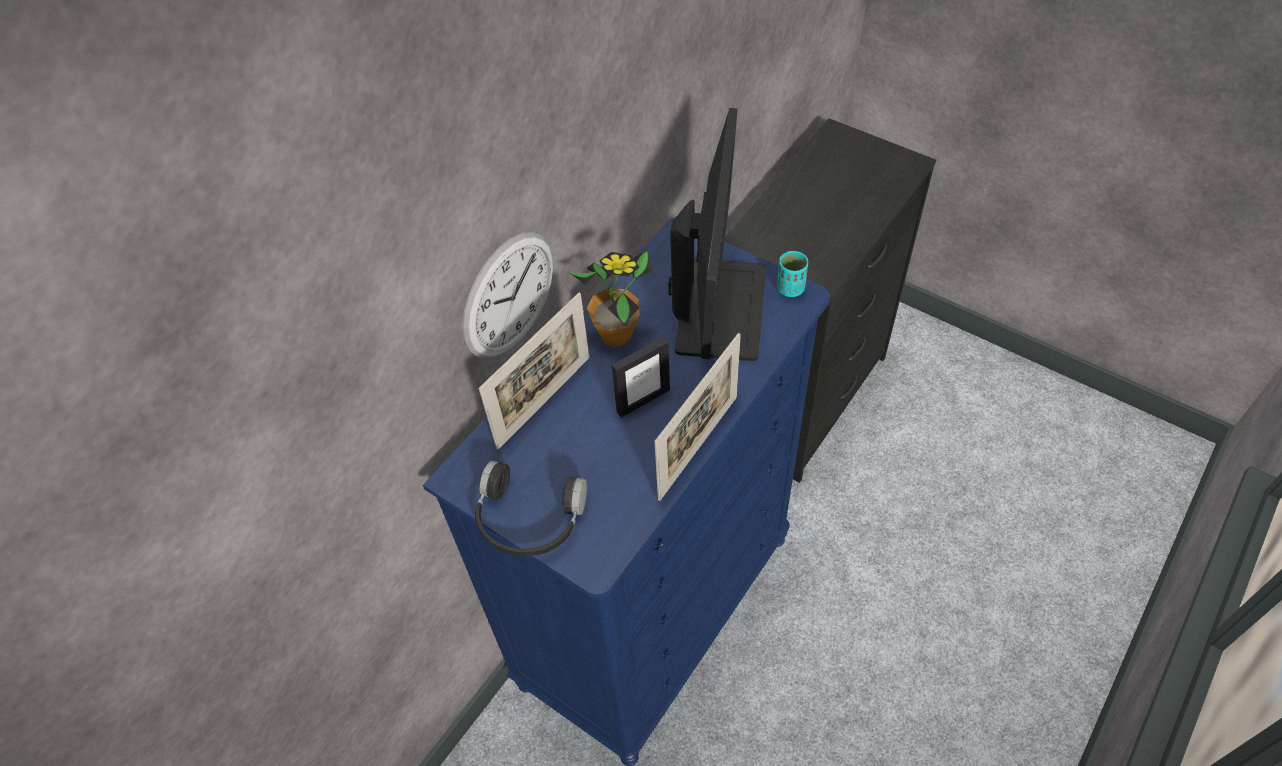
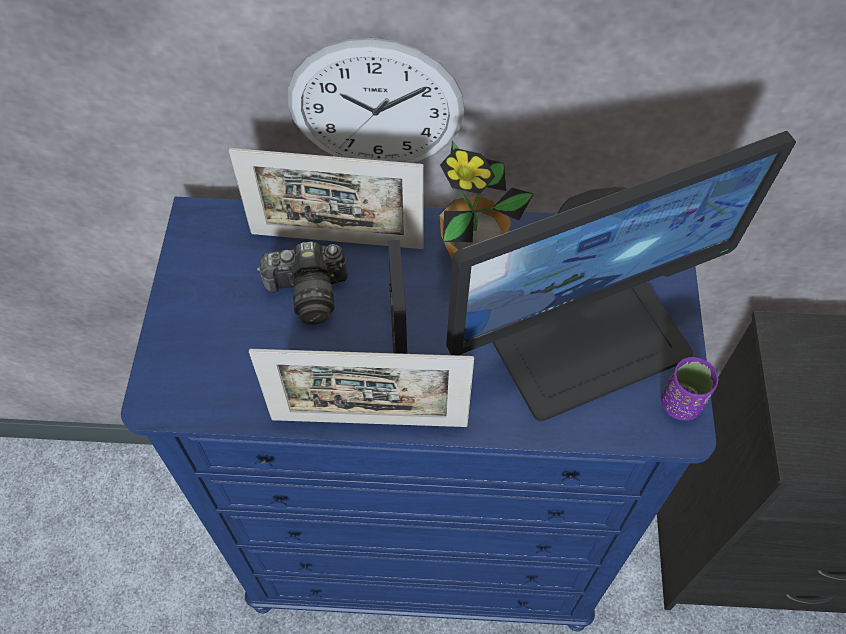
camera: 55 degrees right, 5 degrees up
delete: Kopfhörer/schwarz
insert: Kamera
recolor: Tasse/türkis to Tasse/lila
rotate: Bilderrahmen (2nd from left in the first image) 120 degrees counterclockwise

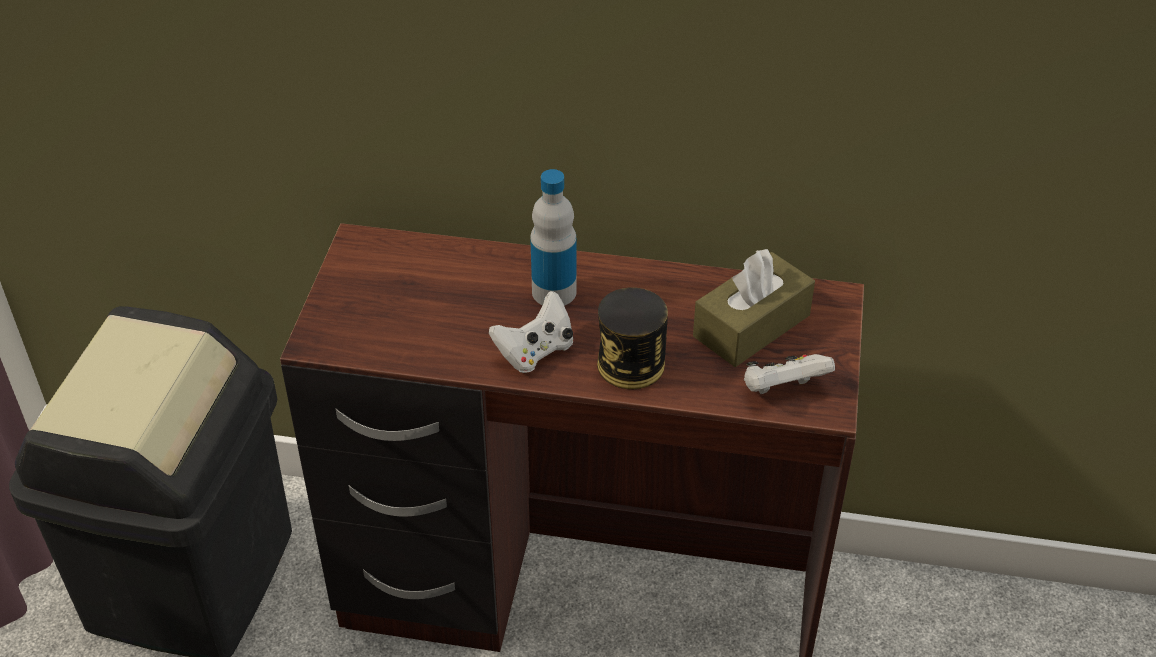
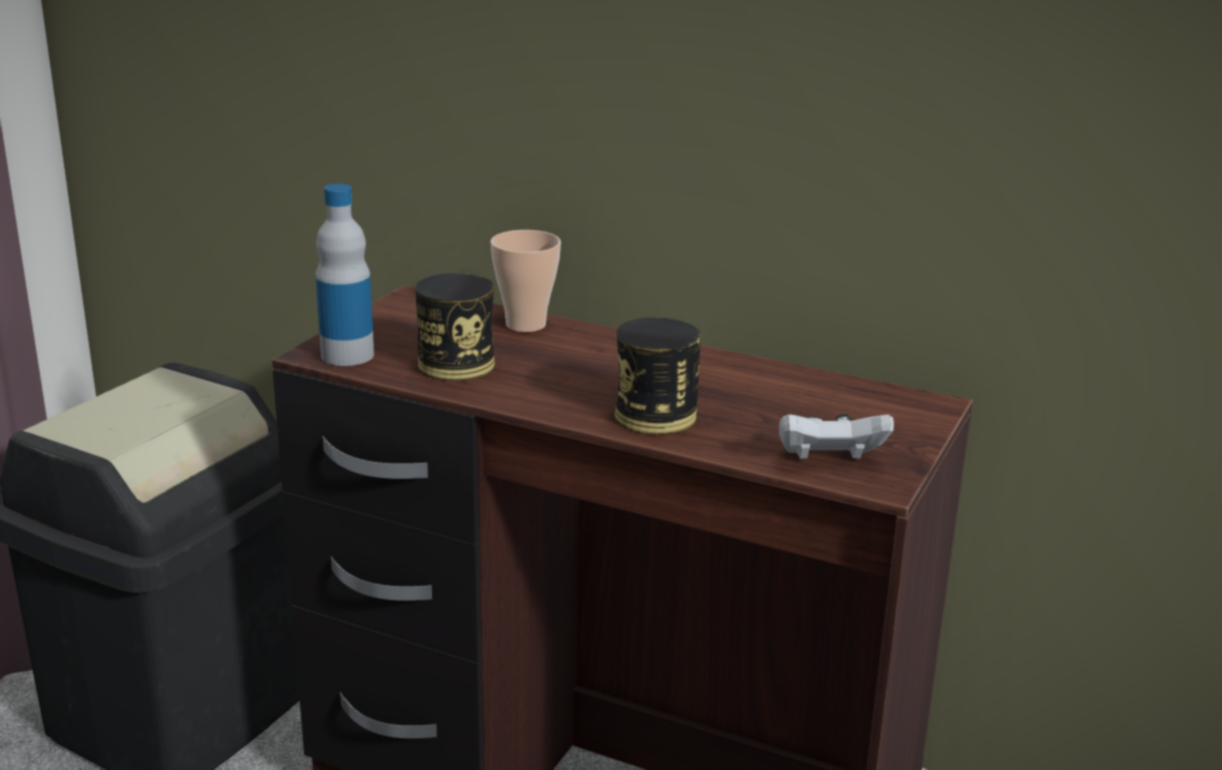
camera: 15 degrees right, 20 degrees down
delete: Taschentuchbox/braun; Gamepad/weiß (1st from left)
insert: Tasse; Dose (1st from left)
move: Flasche

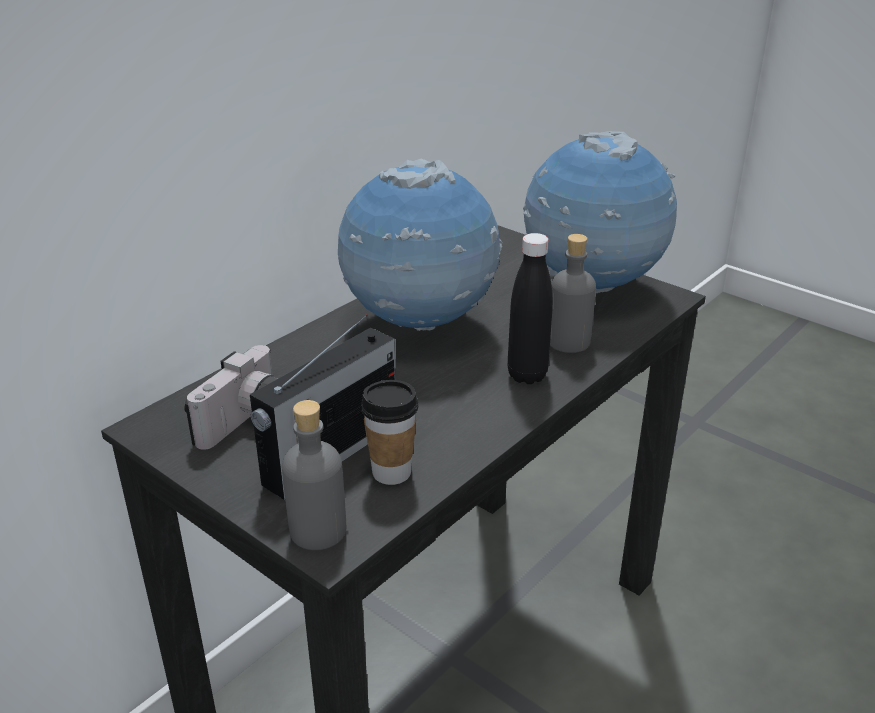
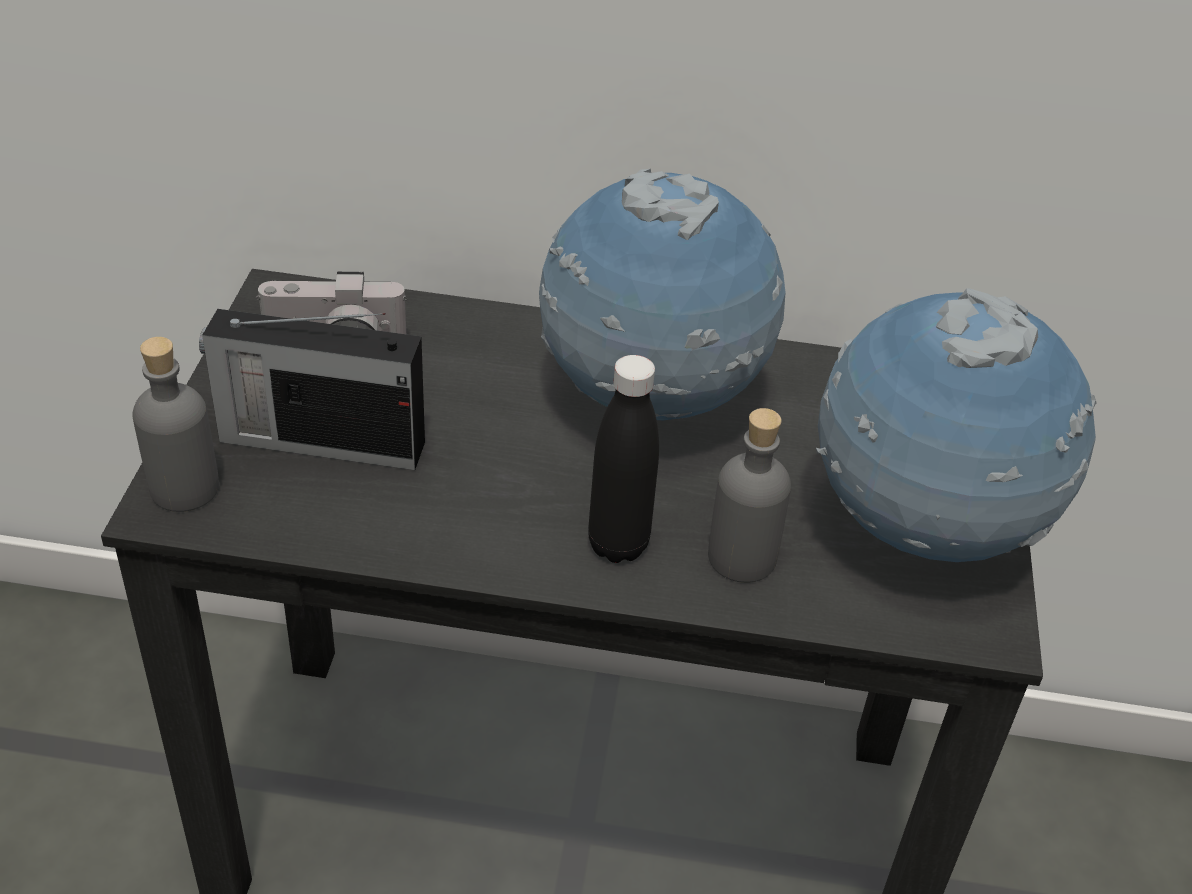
camera: 55 degrees right, 10 degrees up
delete: Tasse

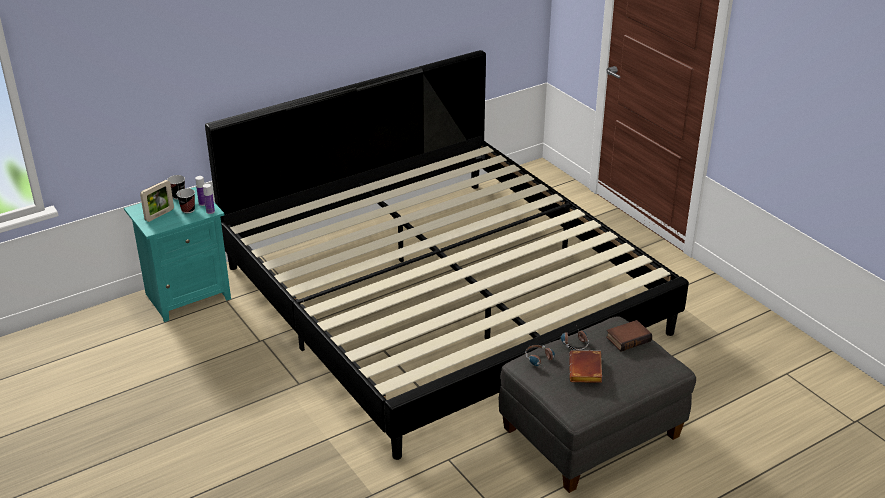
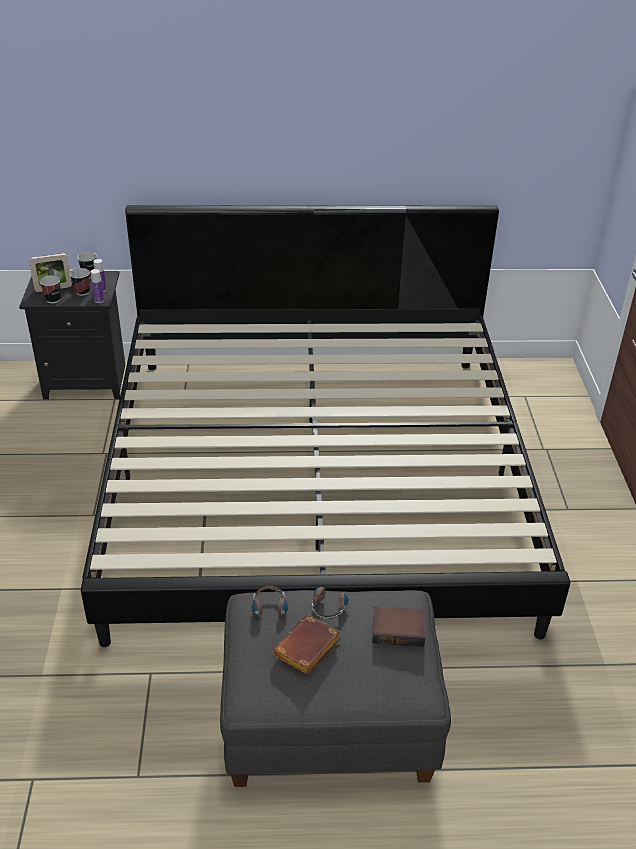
camera: 30 degrees right, 5 degrees up
insert: Tasse (1st from left)
recolor: Nachttisch/türkis to Nachttisch/schwarz

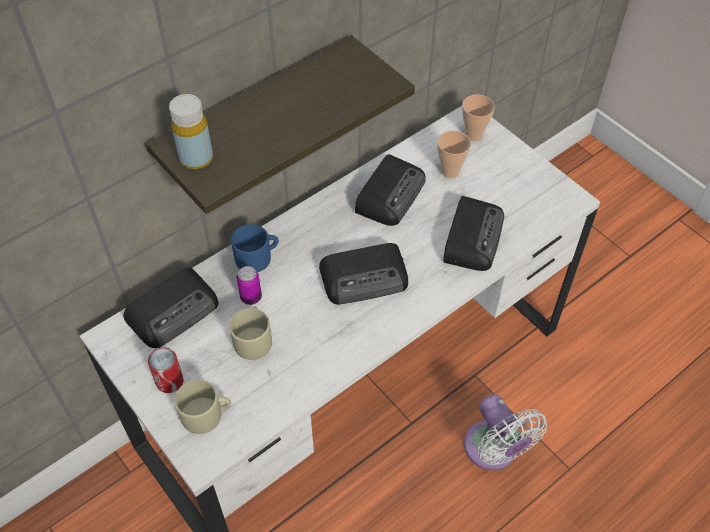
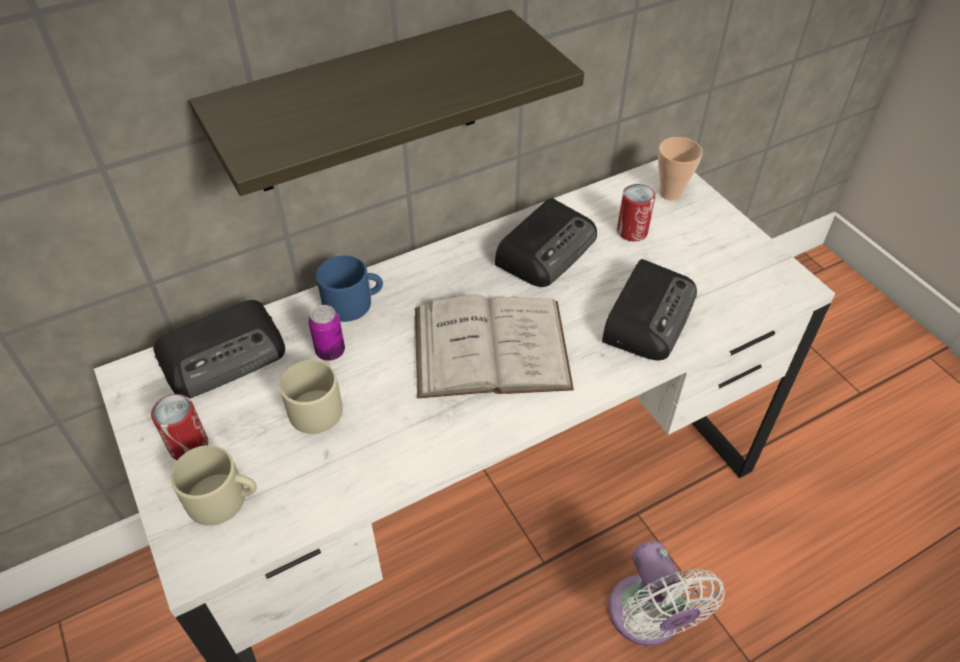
camera: 10 degrees right, 5 degrees down
delete: Flasche/gelb
replace: Tasse (1st from left) to Dose (3rd from left); Radio (2nd from left) to Buch/weiß

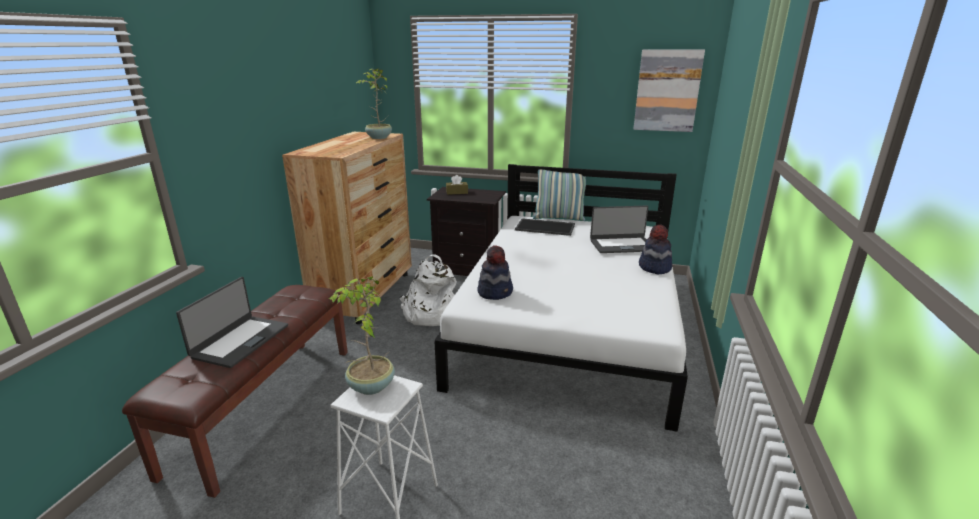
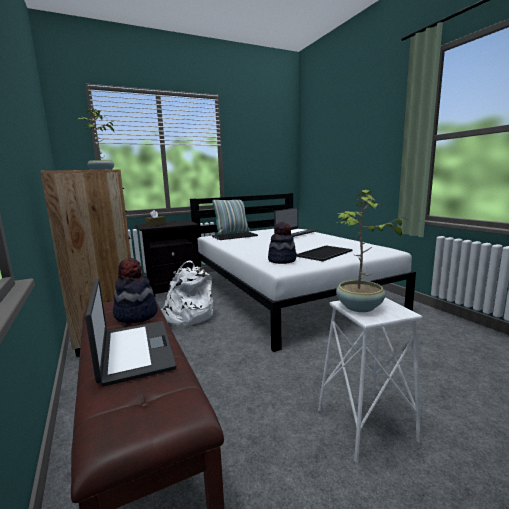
camera: 40 degrees left, 10 degrees down
delete: Bild
insert: Tablett (2nd from left)
move: Hut (2nd from left in the first image) to Hut (1st from left)

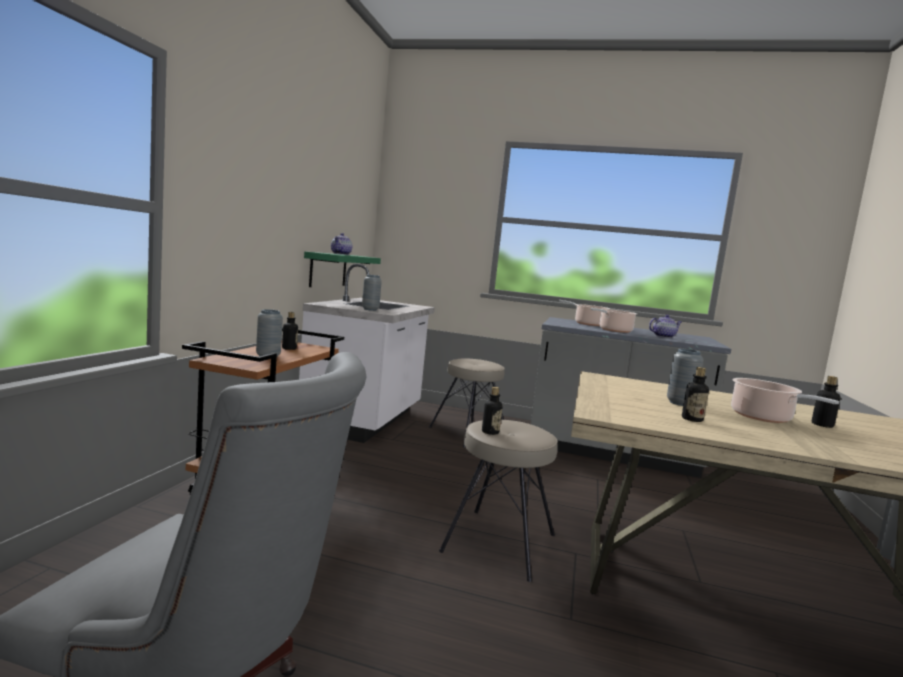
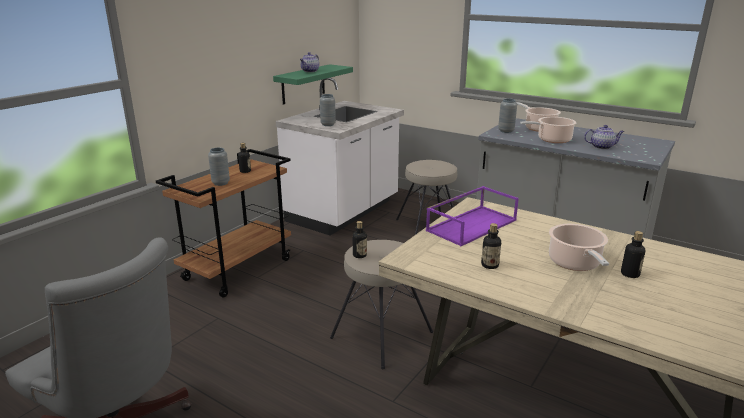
camera: 20 degrees right, 15 degrees up
insert: Tablett/lila
move: Vase/grau (3rd from left)

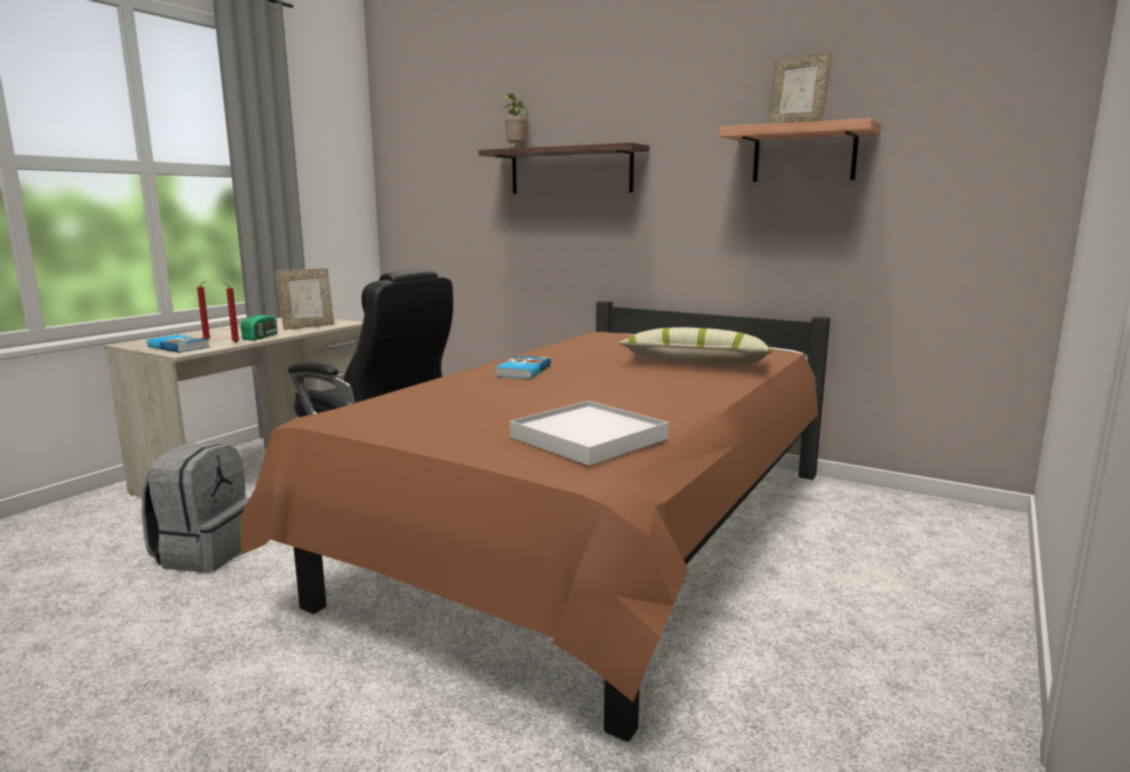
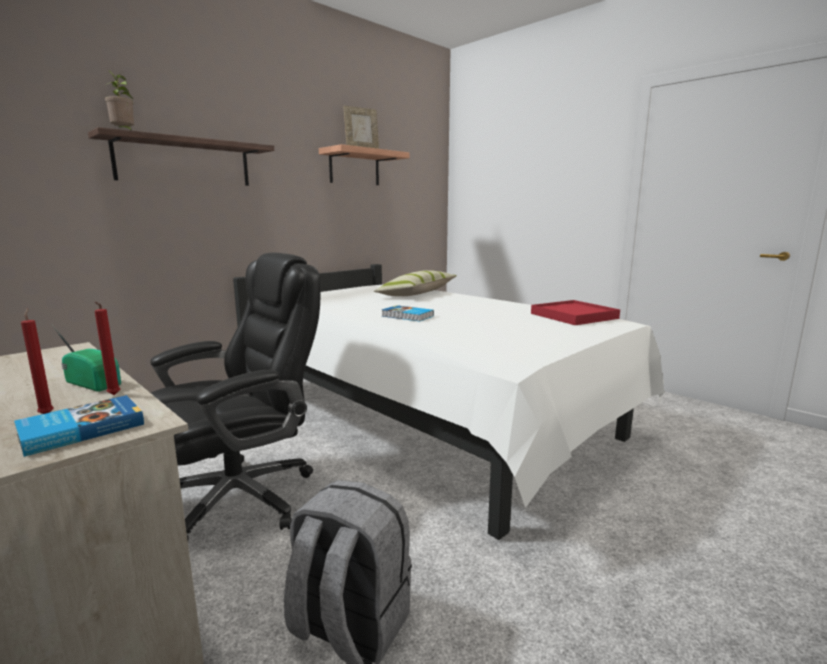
camera: 75 degrees left, 0 degrees up
delete: Bilderrahmen (1st from left)
recolor: Bett/braun to Bett/weiß; Tablett/weiß to Tablett/rot

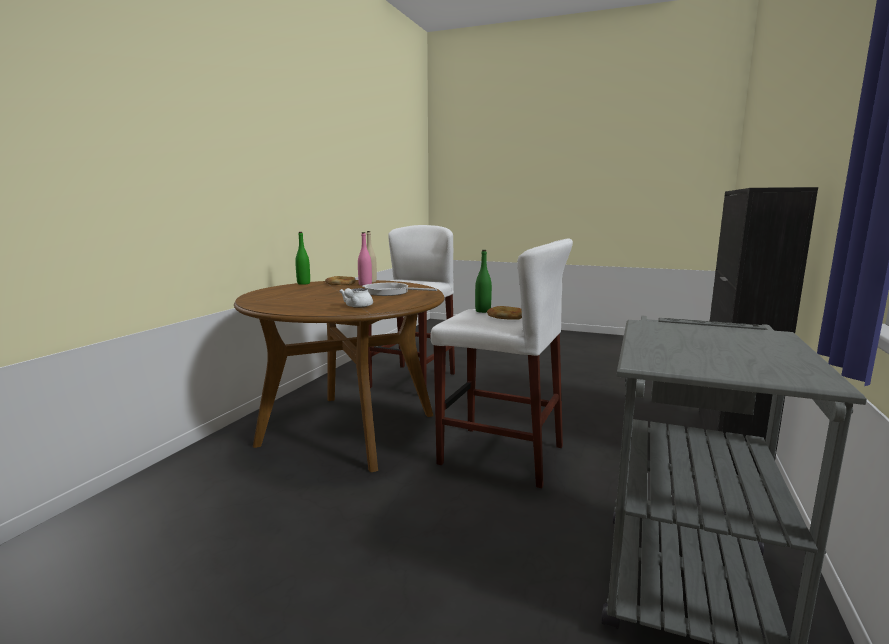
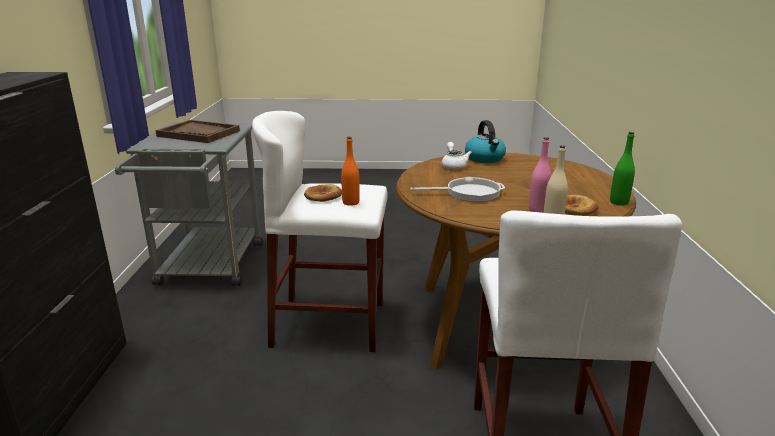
camera: 160 degrees right, 10 degrees up
insert: Tablett/braun; Wasserkessel
recolor: Flasche/grün (2nd from left) to Flasche/orange

